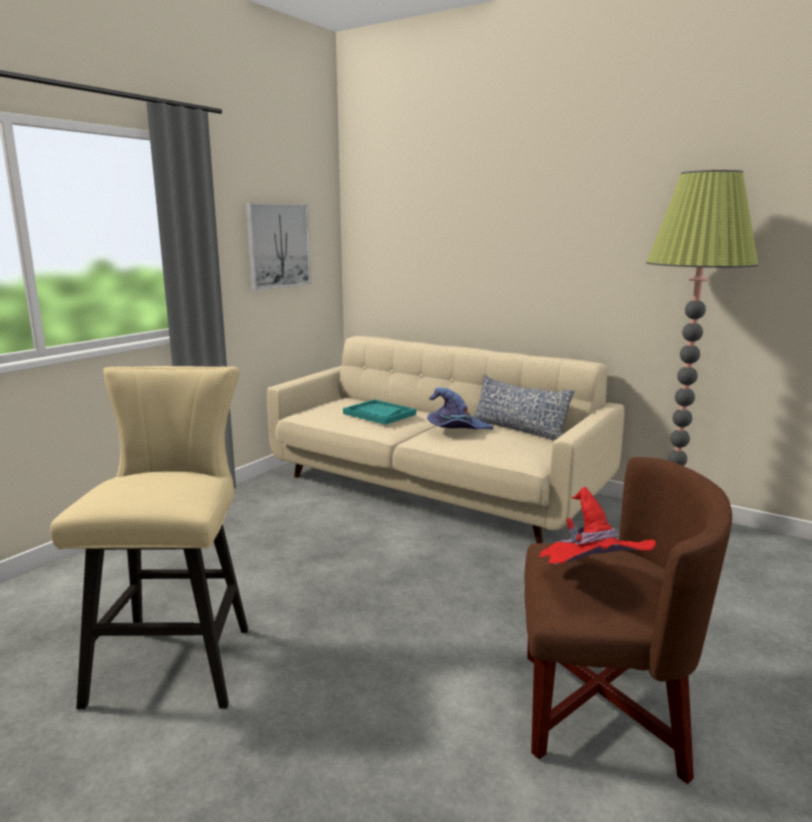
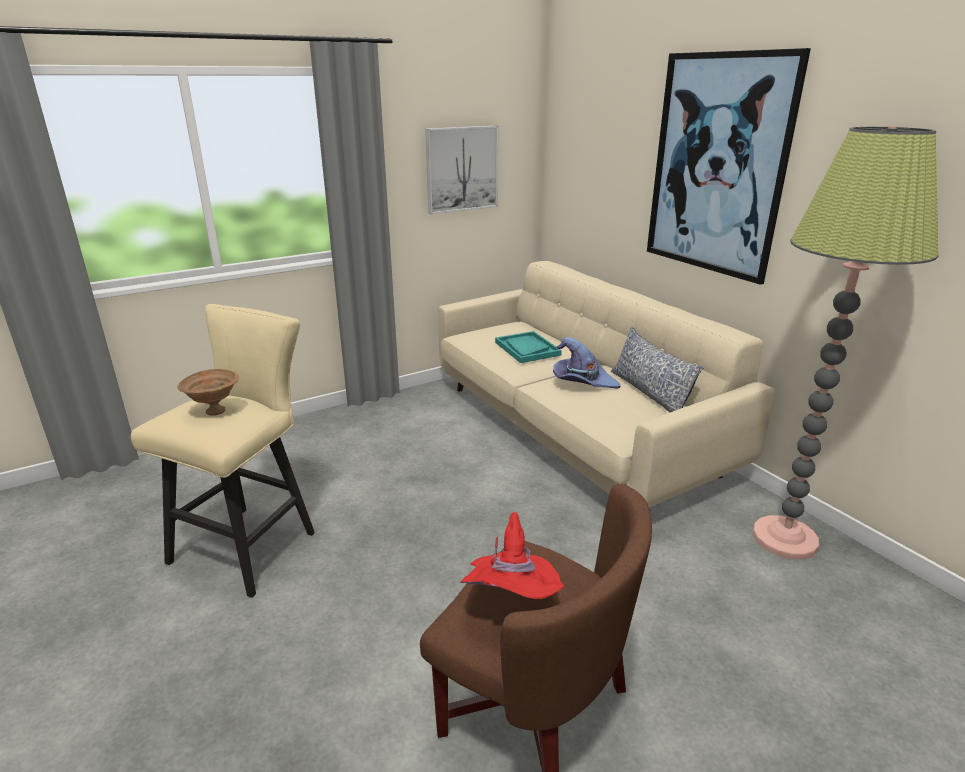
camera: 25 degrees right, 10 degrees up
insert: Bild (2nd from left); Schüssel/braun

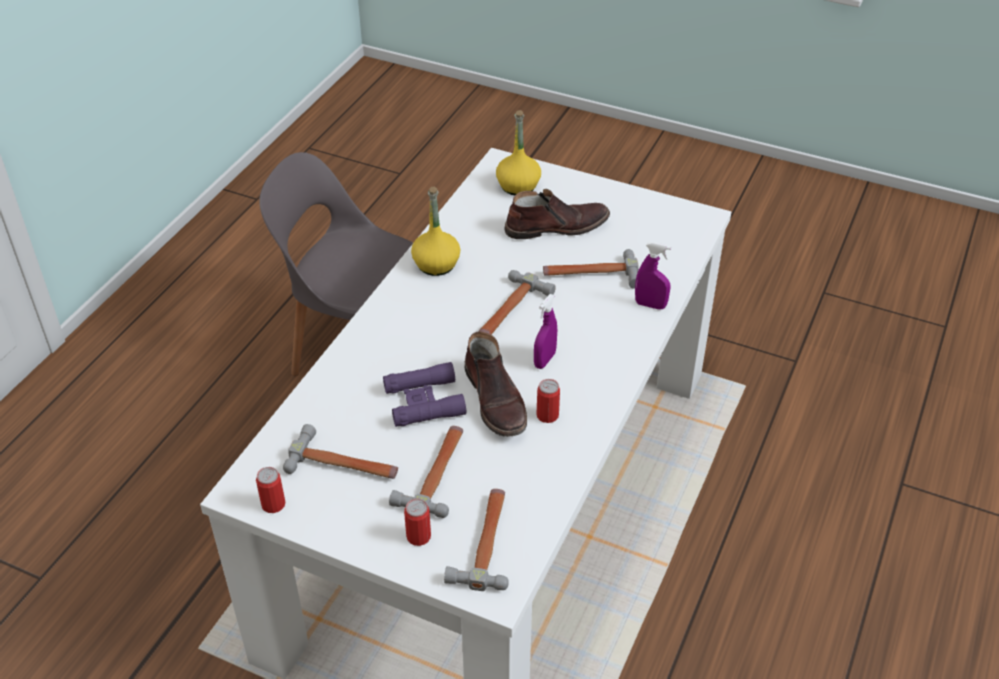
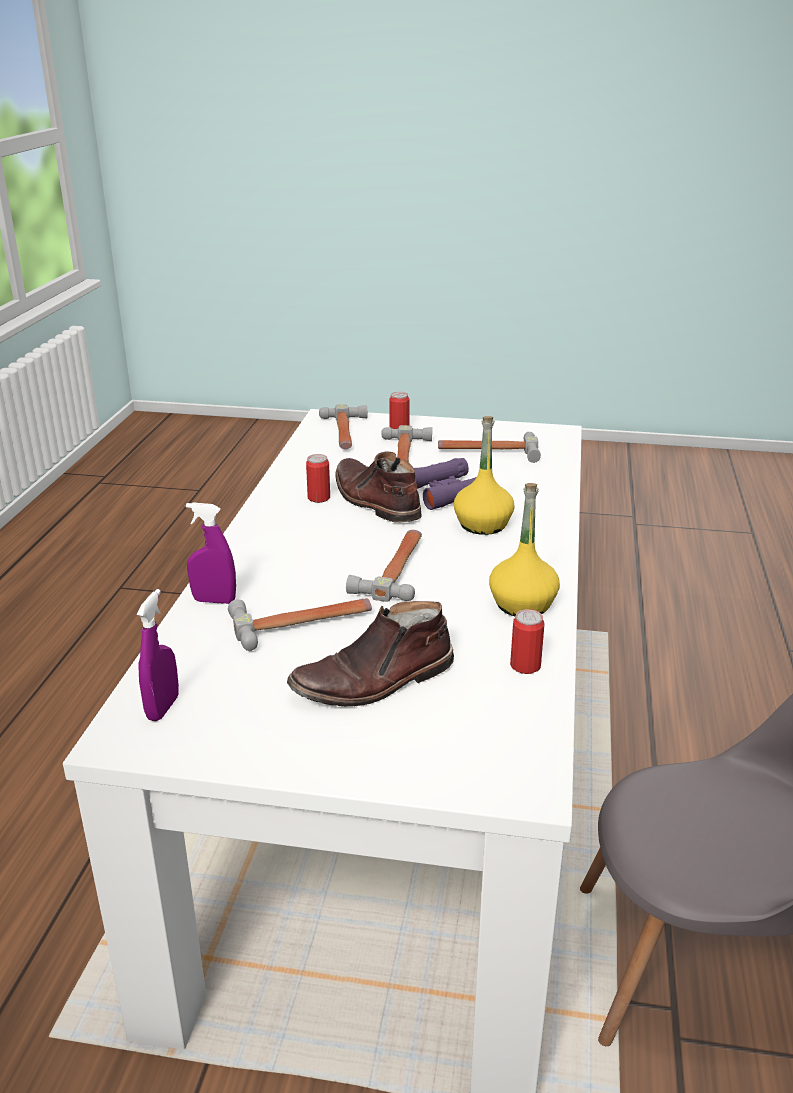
camera: 165 degrees right, 15 degrees down
move: Flasche/gelb (2nd from left in the first image) to Flasche/gelb (1st from left); Sprühflasche/lila (1st from left); Dose (1st from left in the first image) to Dose (3rd from left)

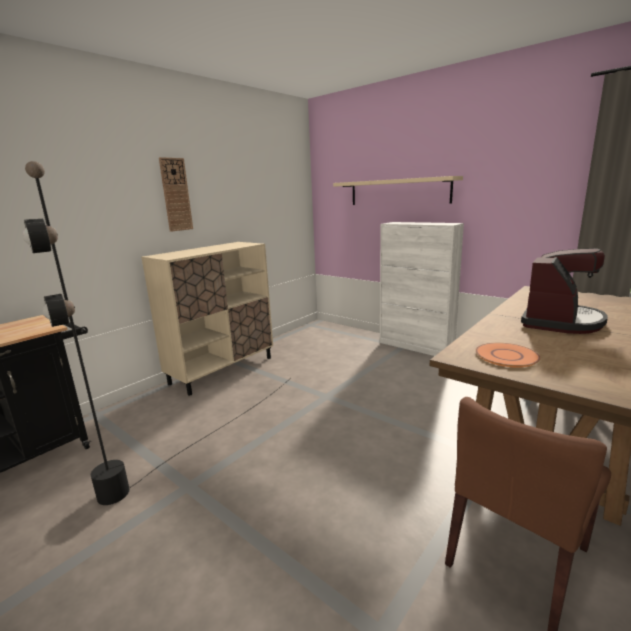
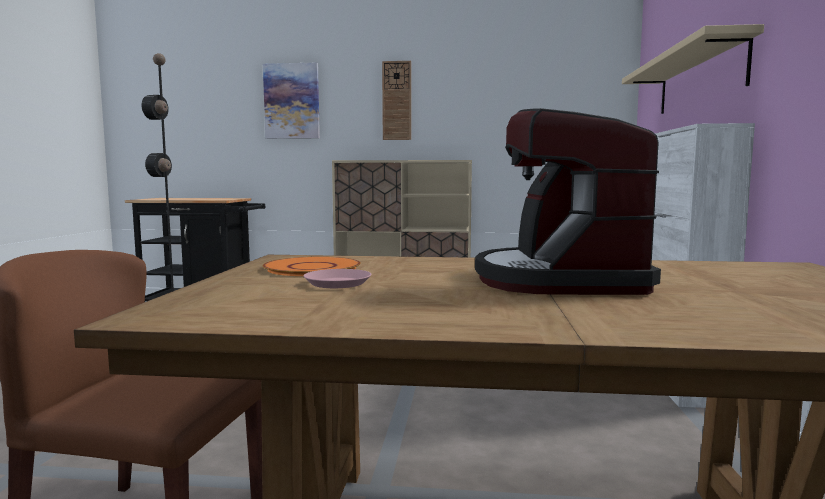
camera: 55 degrees right, 10 degrees down
insert: Bild; Teller/rosa
rotate: Kaffeemaschine 90 degrees clockwise

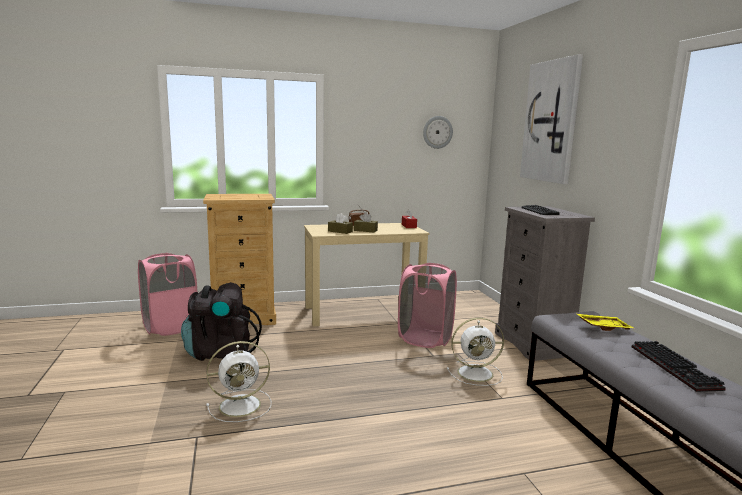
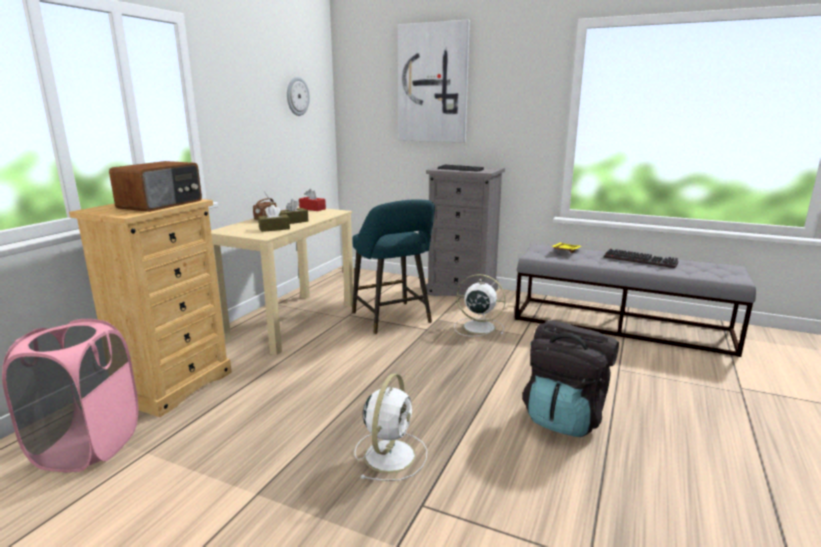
camera: 50 degrees left, 5 degrees up
insert: Radio (1st from left)
move: Rucksack/schwarz
replace: Wäschekorb/rosa (2nd from left) to Hocker/türkis
rotate: Ventilator/weiß (2nd from left) 105 degrees counterclockwise

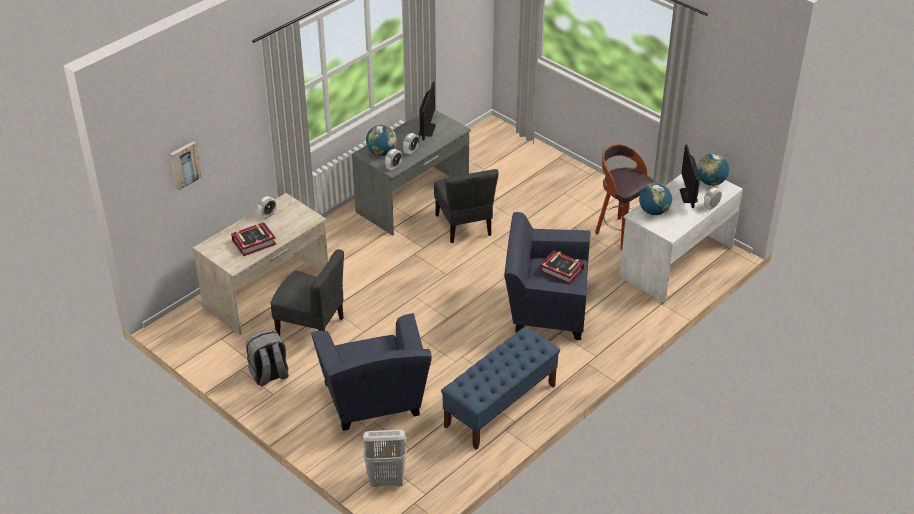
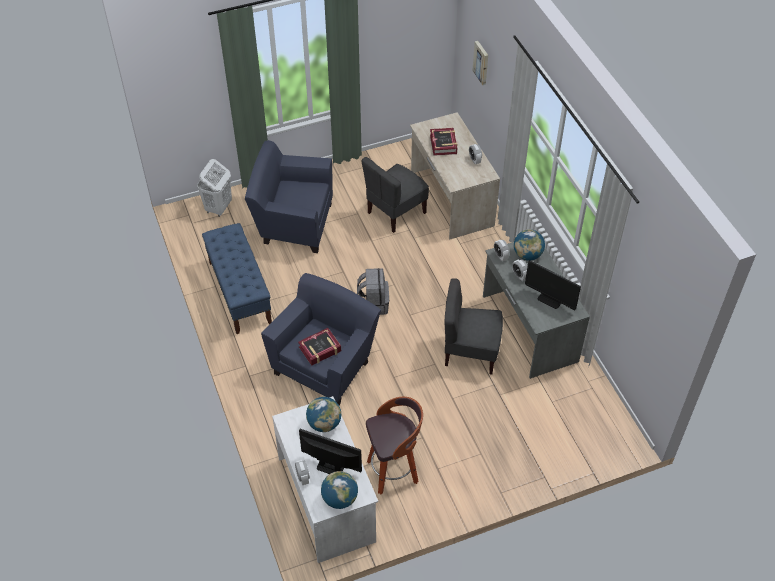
camera: 115 degrees right, 10 degrees up
move: Rucksack/grau

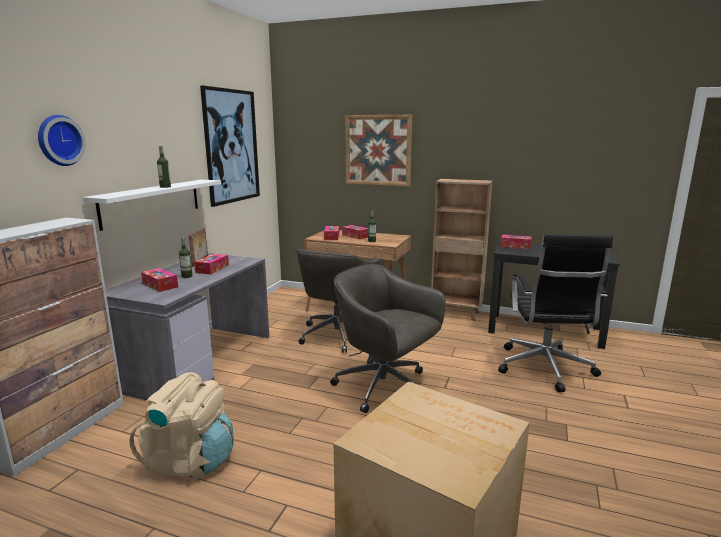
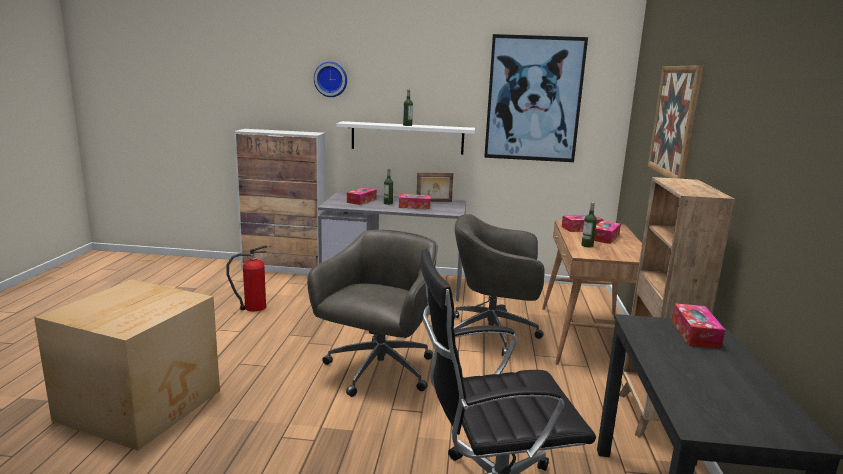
camera: 75 degrees right, 0 degrees up
replace: Rucksack/beige to Feuerlöscher

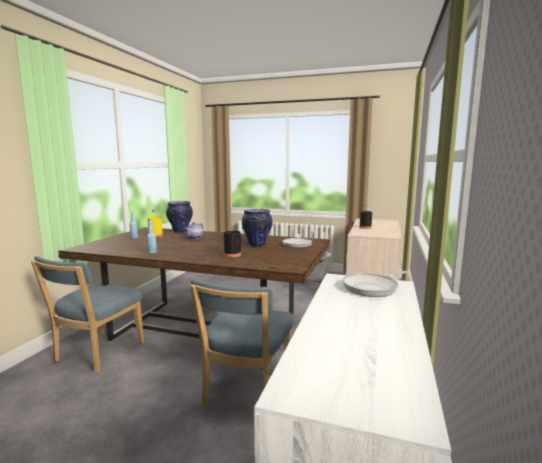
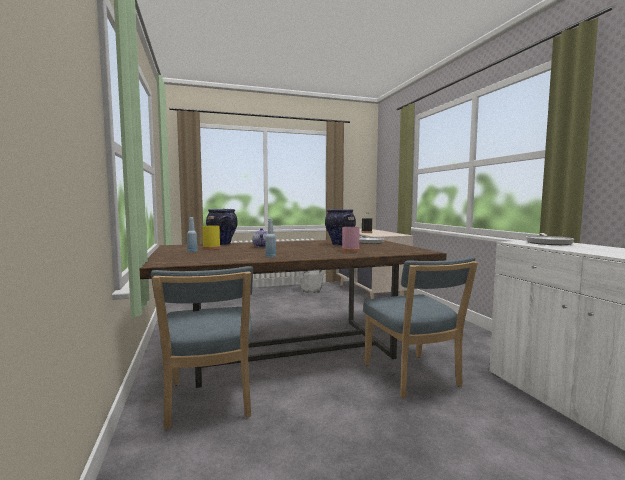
camera: 35 degrees left, 5 degrees down
recolor: Flasche/schwarz (1st from left) to Flasche/rosa

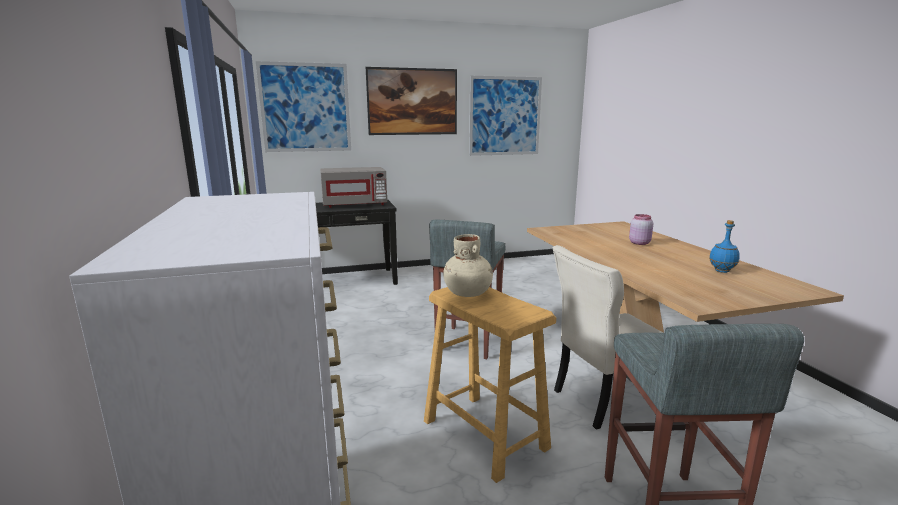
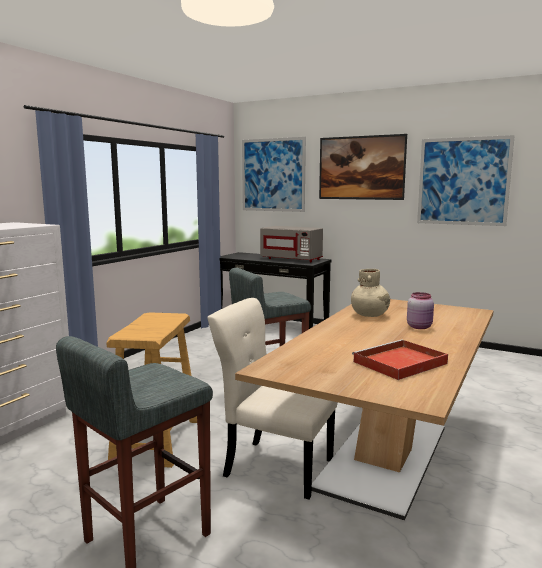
camera: 45 degrees right, 5 degrees down
move: Vase/beige
replace: Flasche/blau to Tablett/rot

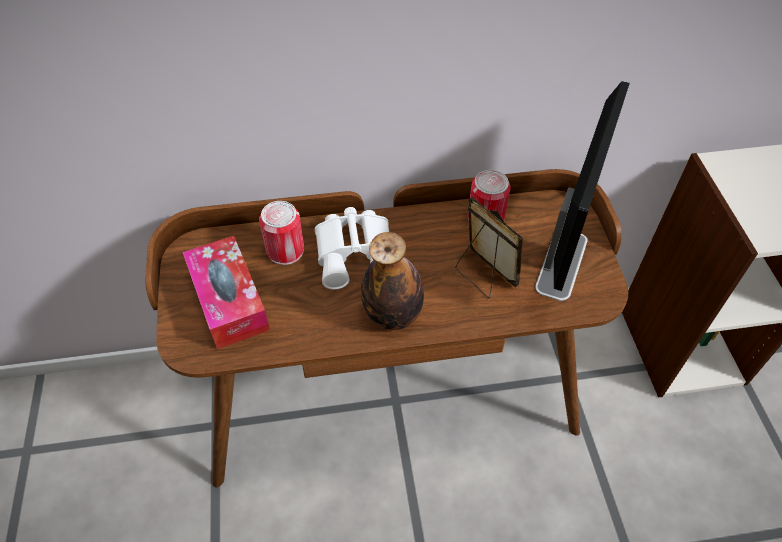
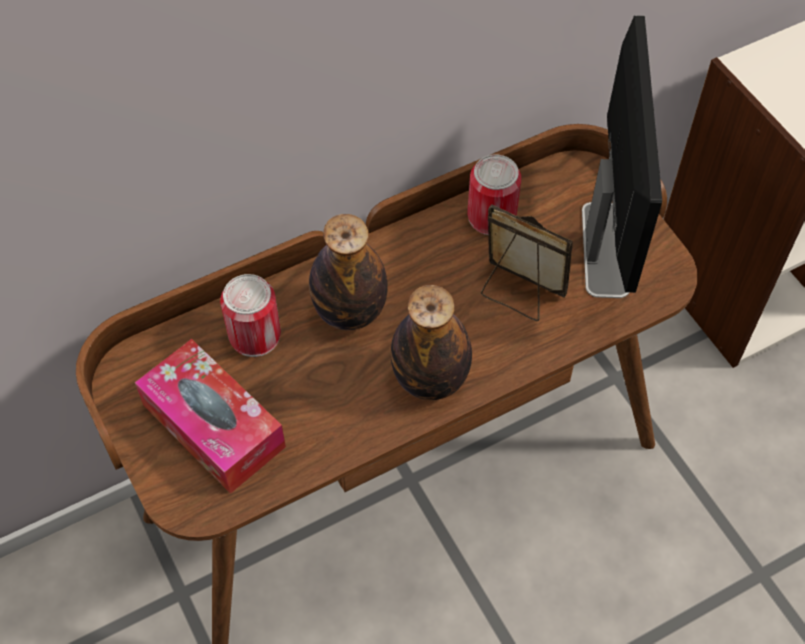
camera: 20 degrees left, 5 degrees up
replace: Fernglas/weiß to Flasche (1st from left)

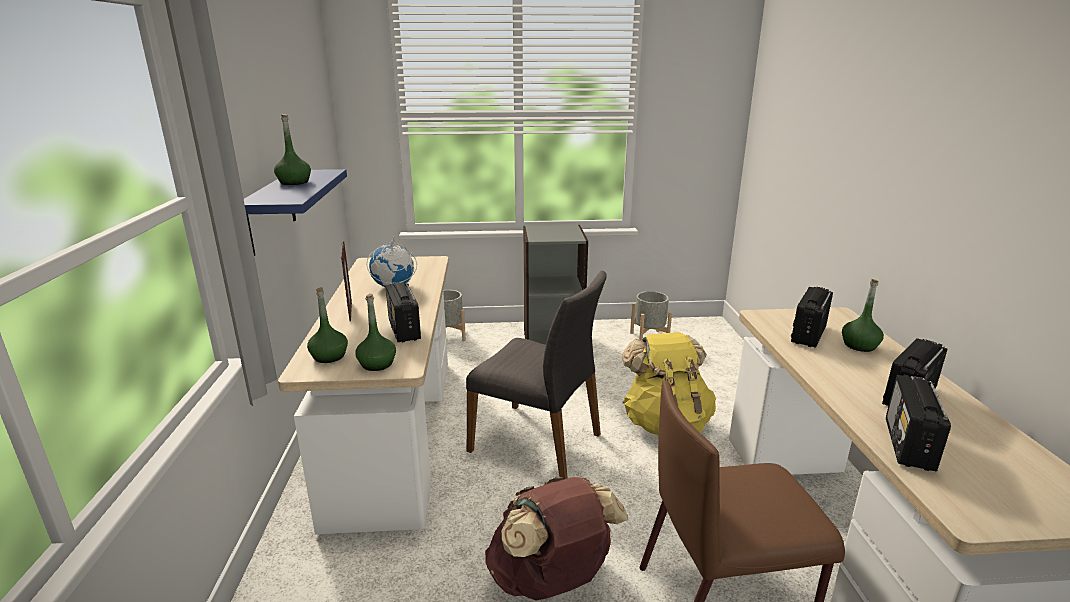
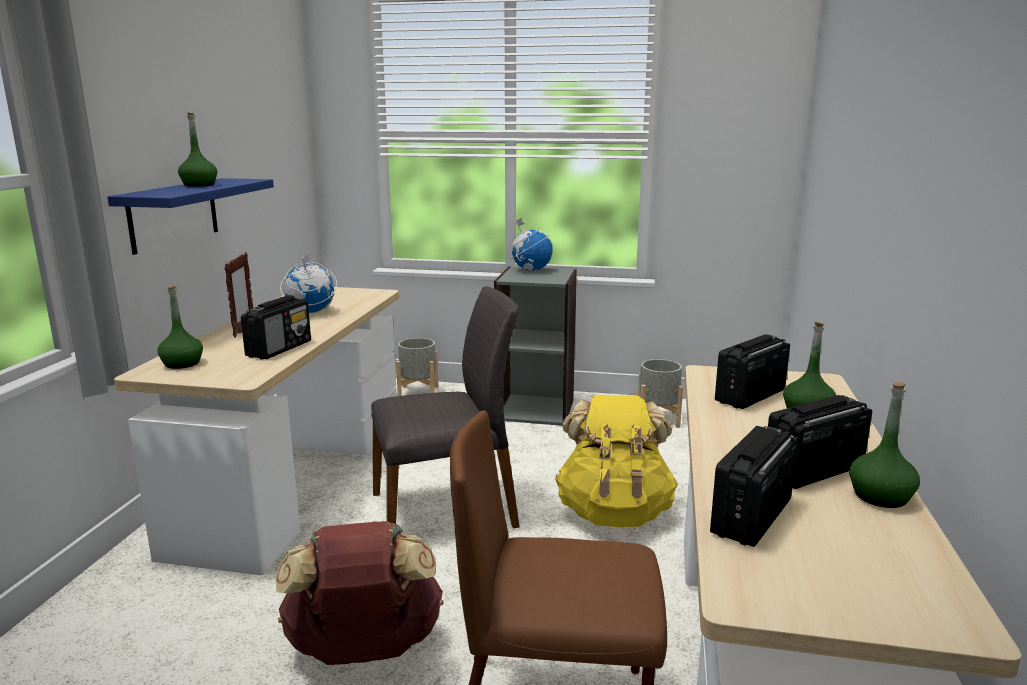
camera: 15 degrees right, 5 degrees down
insert: Globus (2nd from left)
move: Flasche/grün (3rd from left in the first image) to Flasche/grün (4th from left)
rotate: Stuhl/grau 60 degrees counterclockwise; Radio (1st from left) 150 degrees counterclockwise

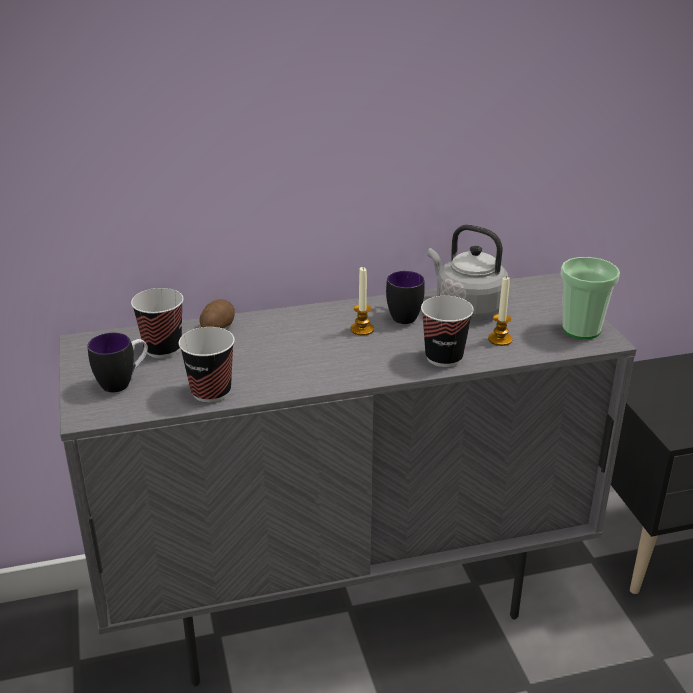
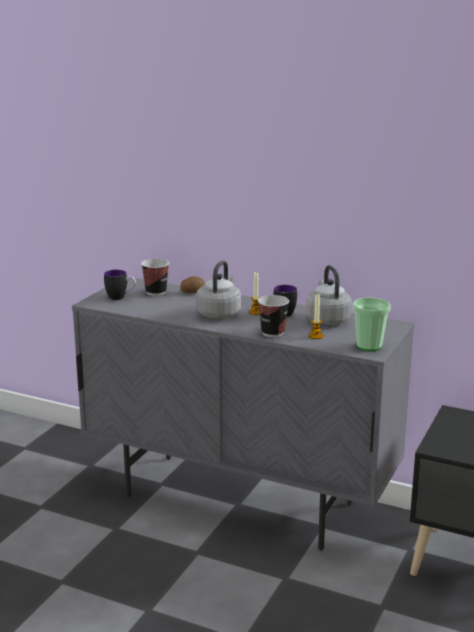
camera: 40 degrees right, 10 degrees down
delete: Tasse (2nd from left)
insert: Wasserkessel/grau (1st from left)

